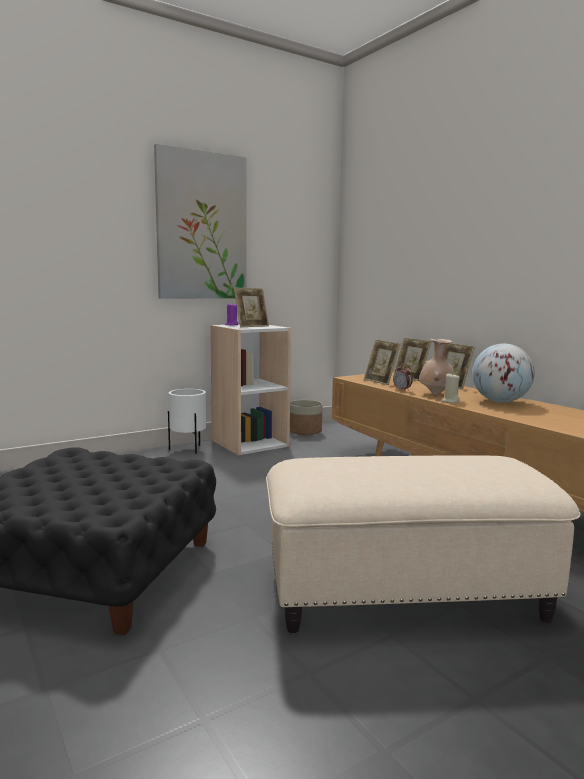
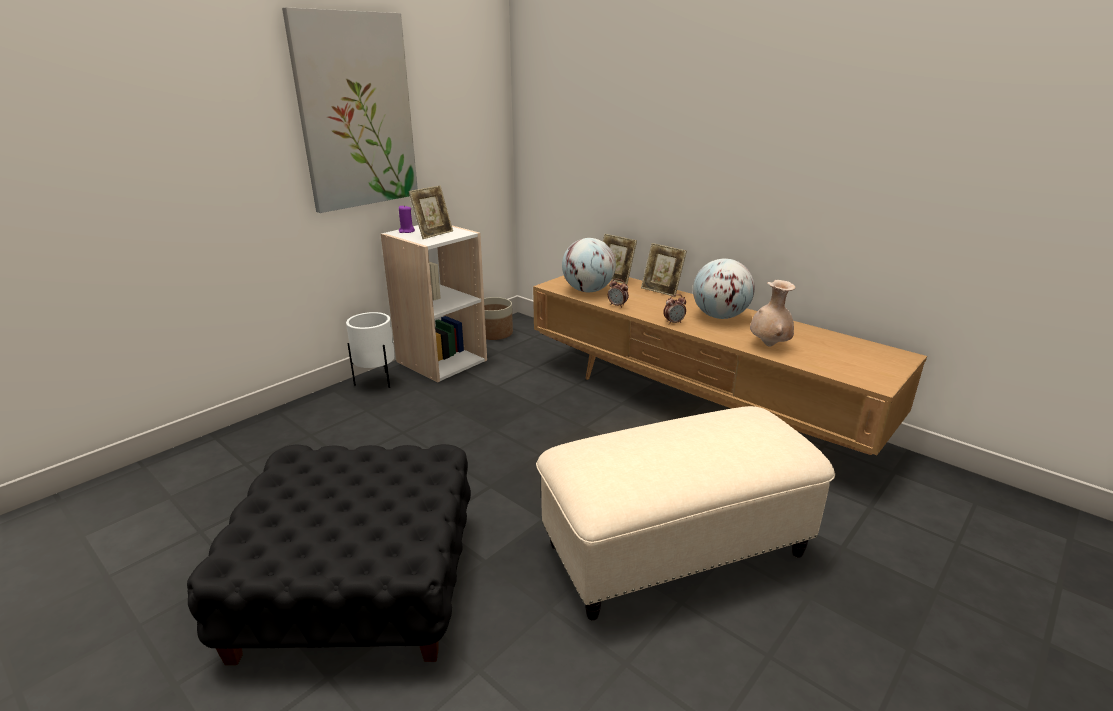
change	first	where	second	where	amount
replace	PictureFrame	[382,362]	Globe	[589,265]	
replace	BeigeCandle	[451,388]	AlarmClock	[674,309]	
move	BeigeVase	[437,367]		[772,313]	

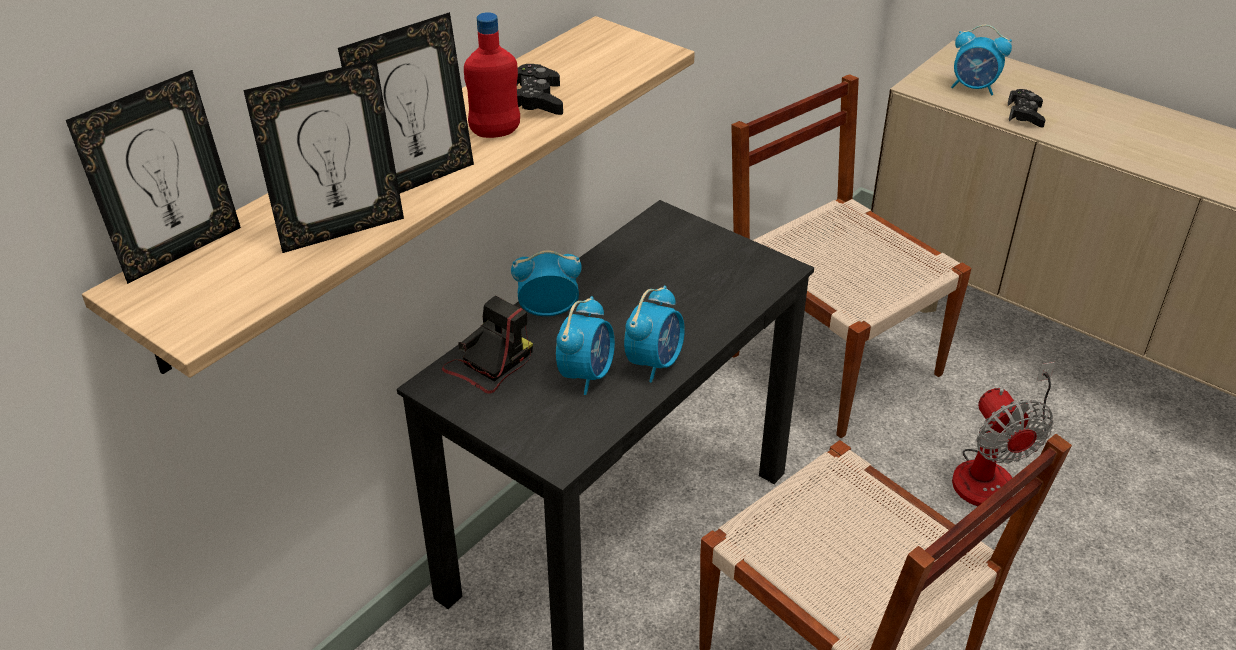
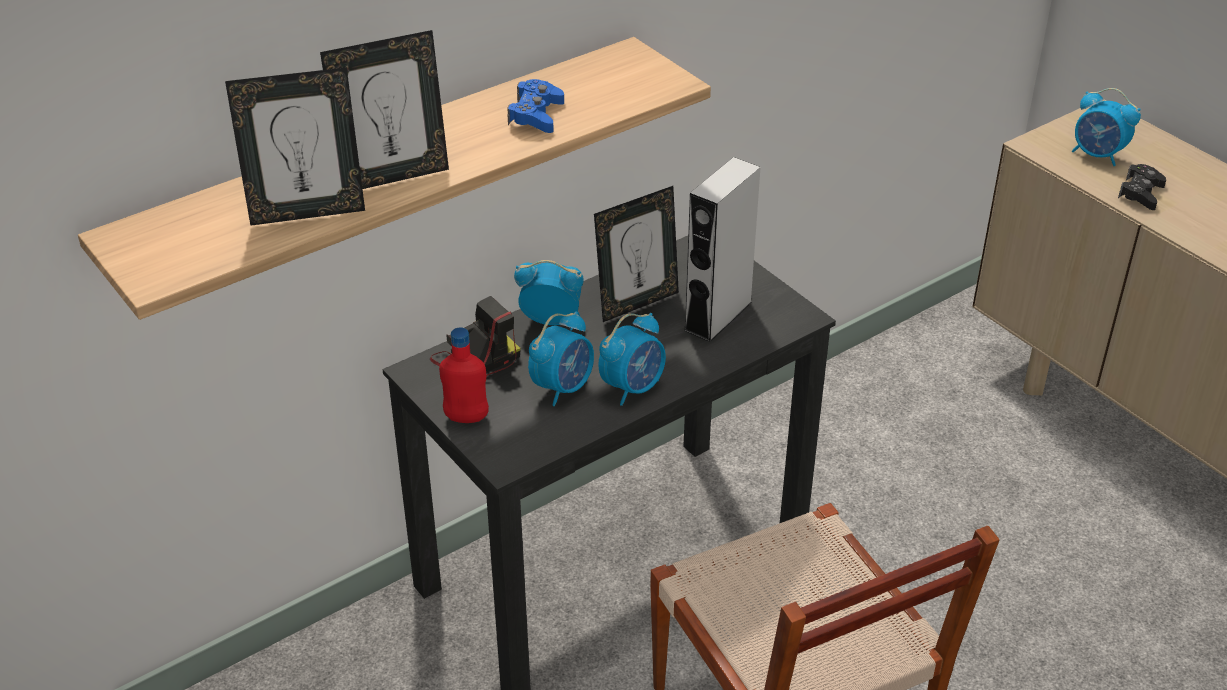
change	first	where	second	where	amount
move	RedBottle	[492,75]		[464,375]	
recolor	BlackGameController	[540,89]	BlueGameController	[536,106]	
move	PictureFrame	[153,177]		[636,254]	
insert			GreySpeaker	[722,249]	
delete	Chair	[851,256]			
delete	Fan	[1003,434]			

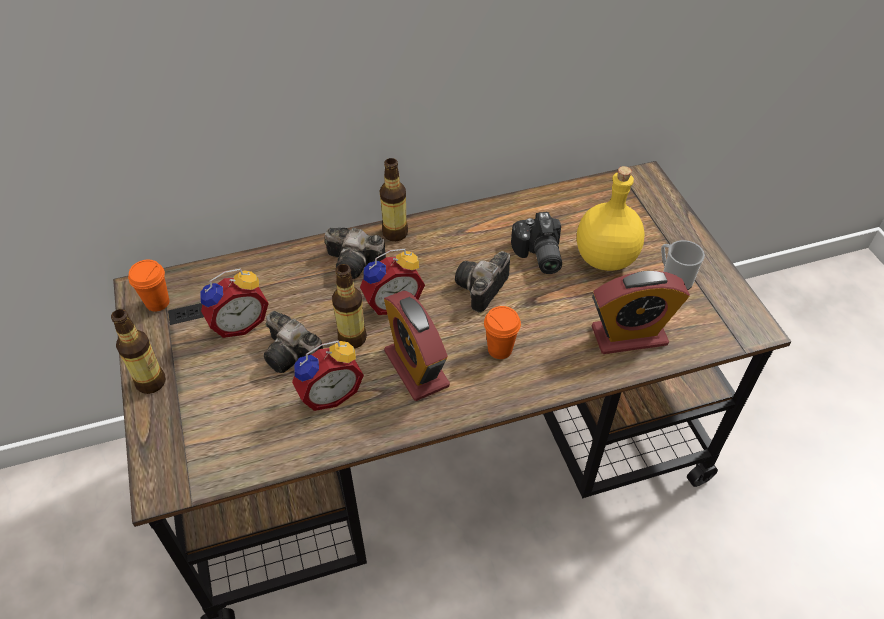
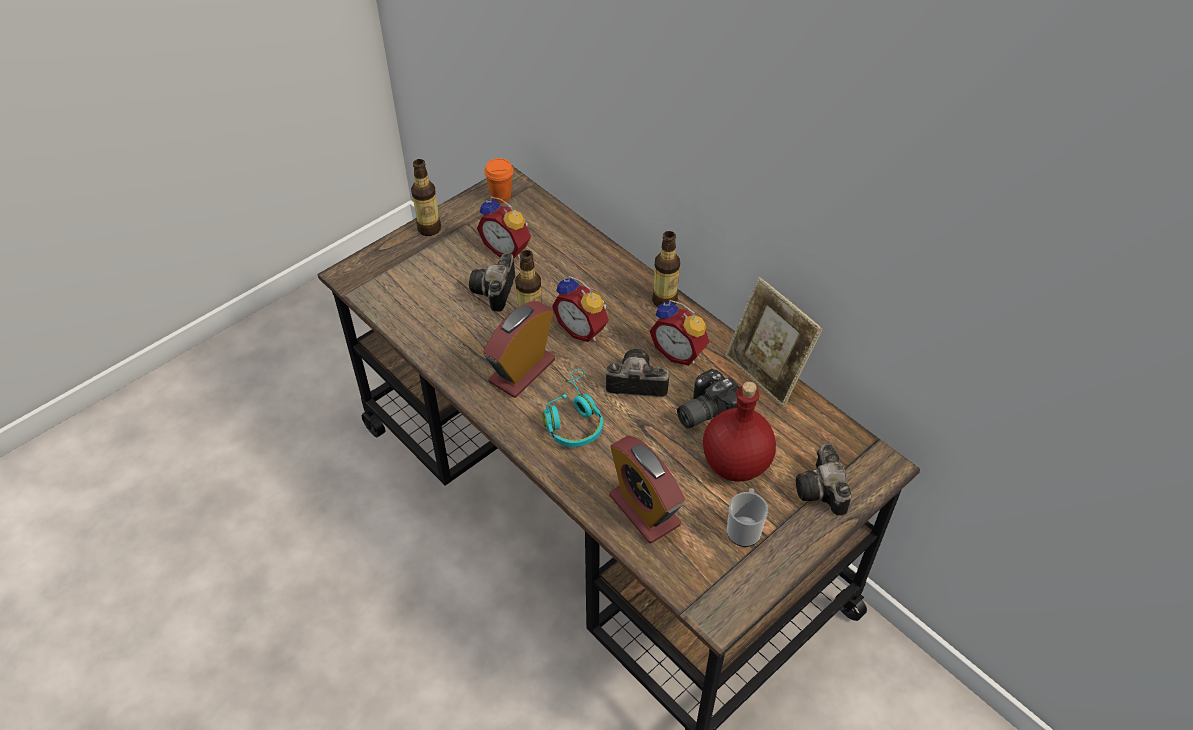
change	first	where	second	where	amount
replace	OrangeCup	[502,332]	TurquoiseHeadphones	[572,408]	
move	AlarmClock	[328,376]		[680,333]	
recolor	YellowBottle	[611,218]	RedBottle	[739,431]	
insert			PictureFrame	[774,342]	
move	PhotoCamera	[355,253]		[823,480]	

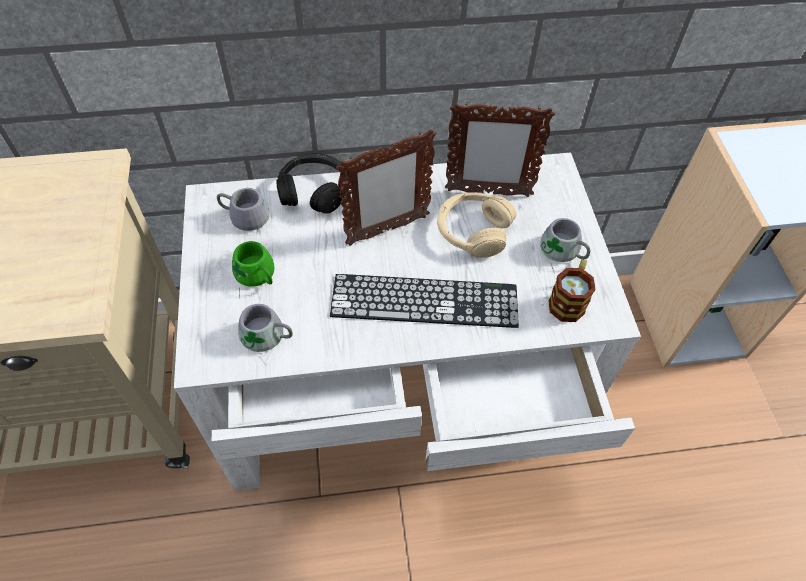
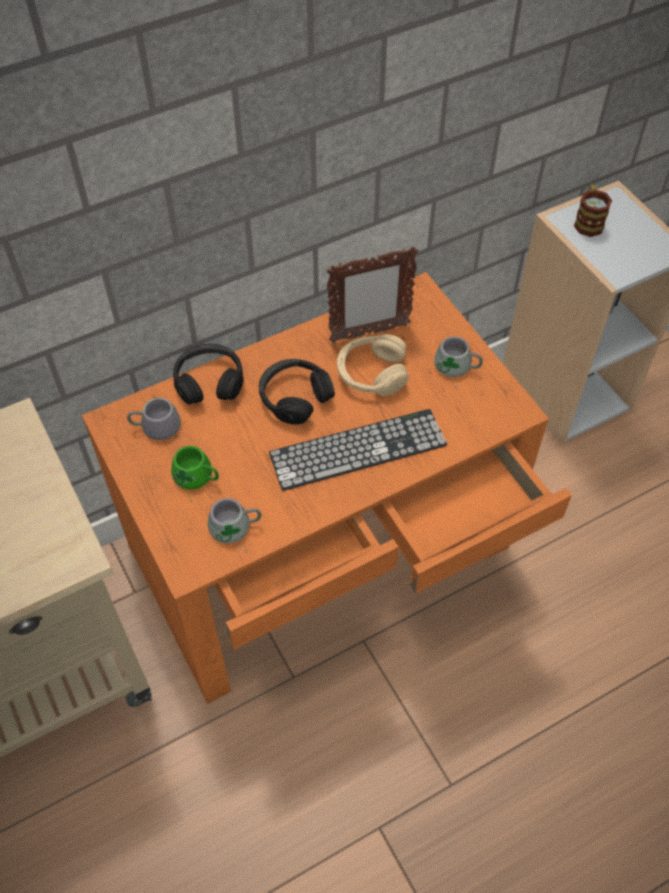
change	first	where	second	where	amount
recolor	WhiteDesk	[407,322]	OrangeDesk	[327,488]	
replace	PictureFrame	[386,187]	BlackHeadphones	[297,392]	
move	Mug	[572,290]		[593,210]	

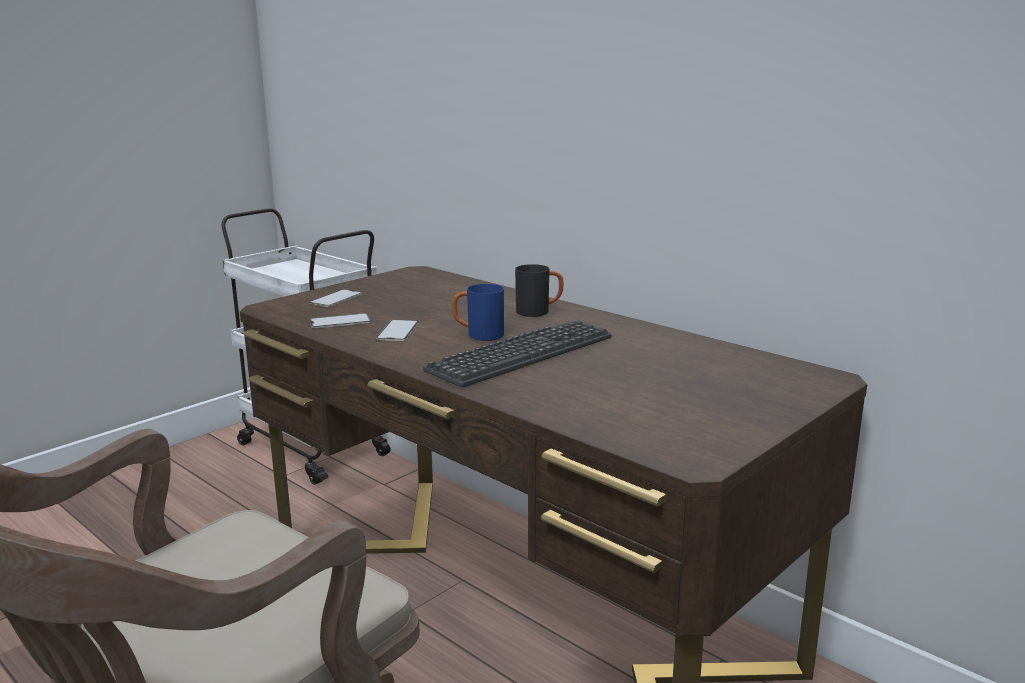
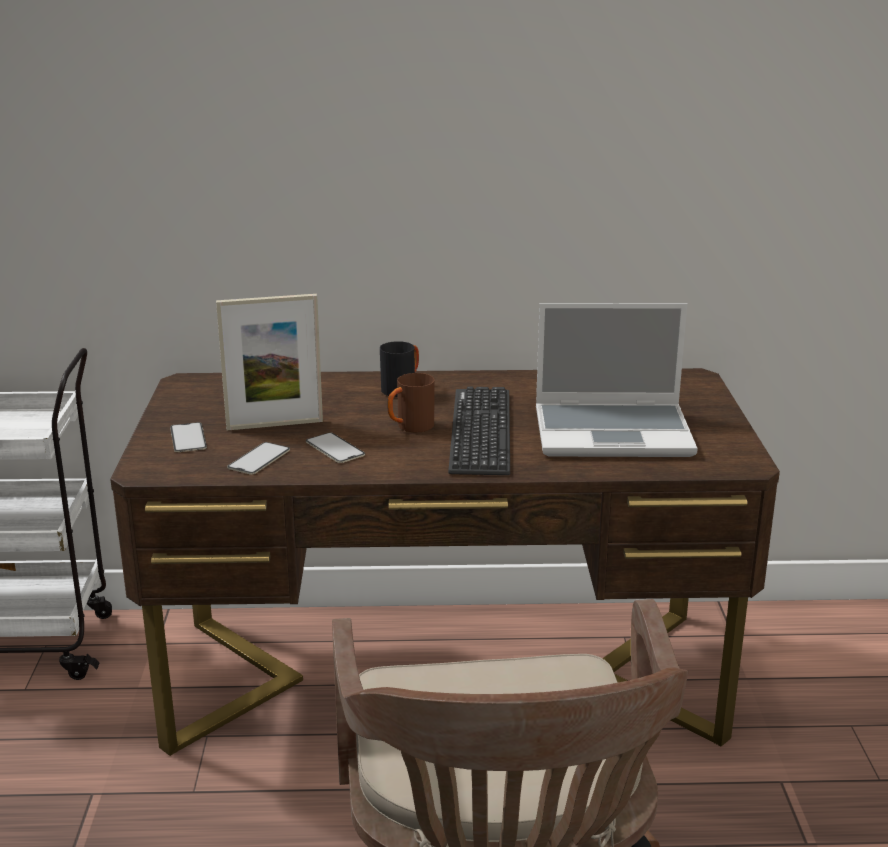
change	first	where	second	where	amount
insert			PictureFrame	[269,362]	
recolor	BlueMug	[478,312]	BrownMug	[411,402]	
insert			Laptop	[617,380]	

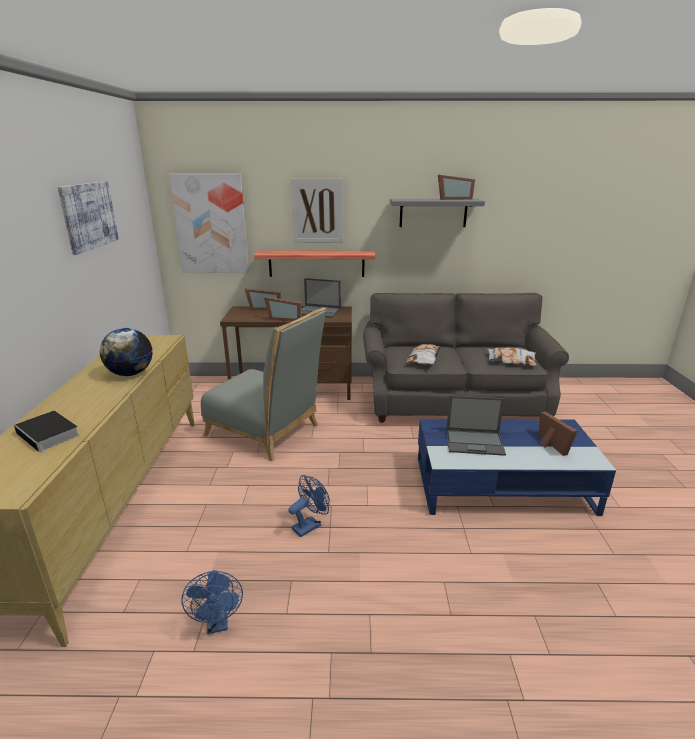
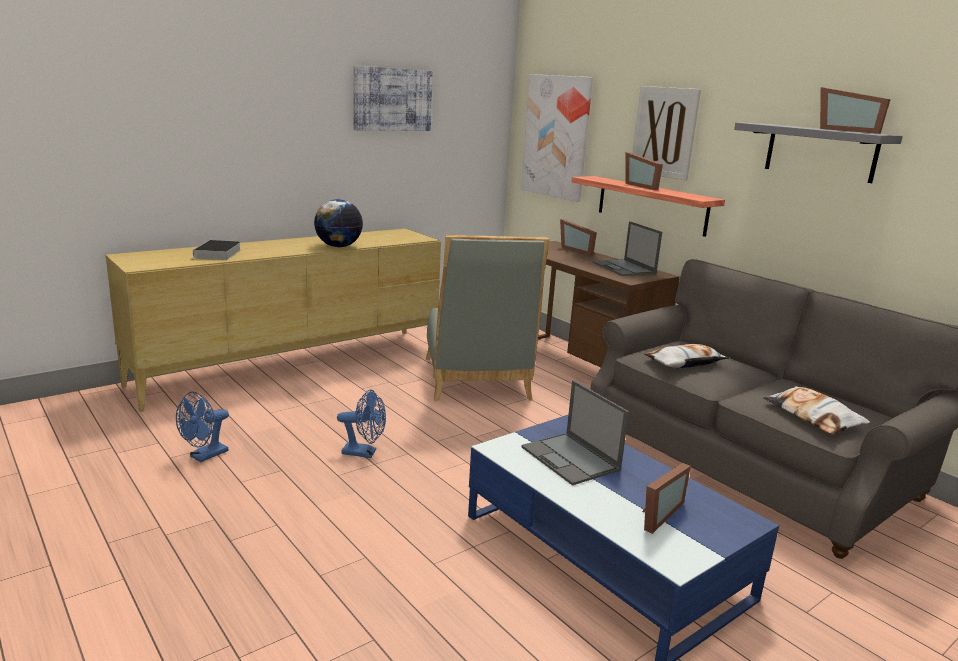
change	first	where	second	where	amount
move	PictureFrame	[282,308]		[644,171]	

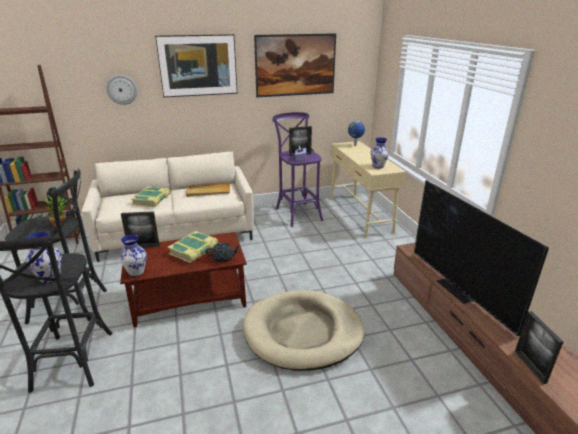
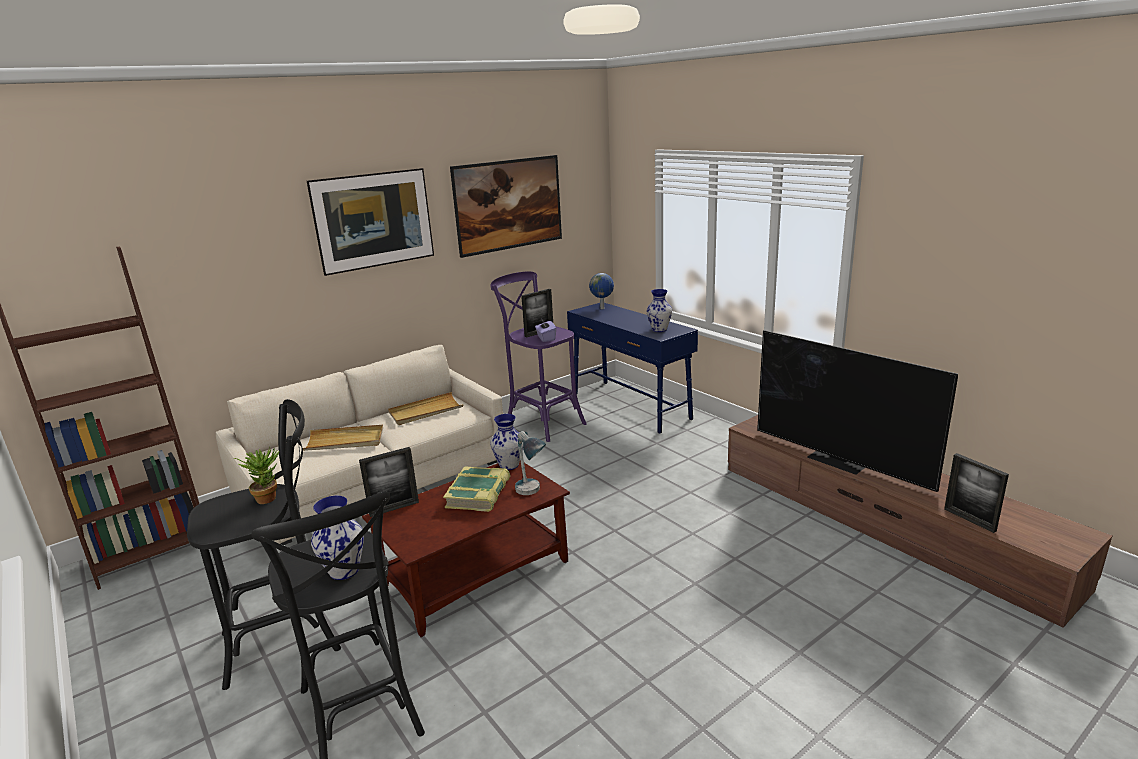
change	first	where	second	where	amount
replace	Book	[151,197]	BeigeTray	[343,438]	
move	Vase	[133,255]		[506,442]	
replace	BlackTeapot	[222,252]	TableLamp	[530,463]	
recolor	BeigeConsoleTable	[367,189]	BlueConsoleTable	[632,368]	
delete	WallClock	[122,90]			
delete	BeigeDogBed	[303,330]			

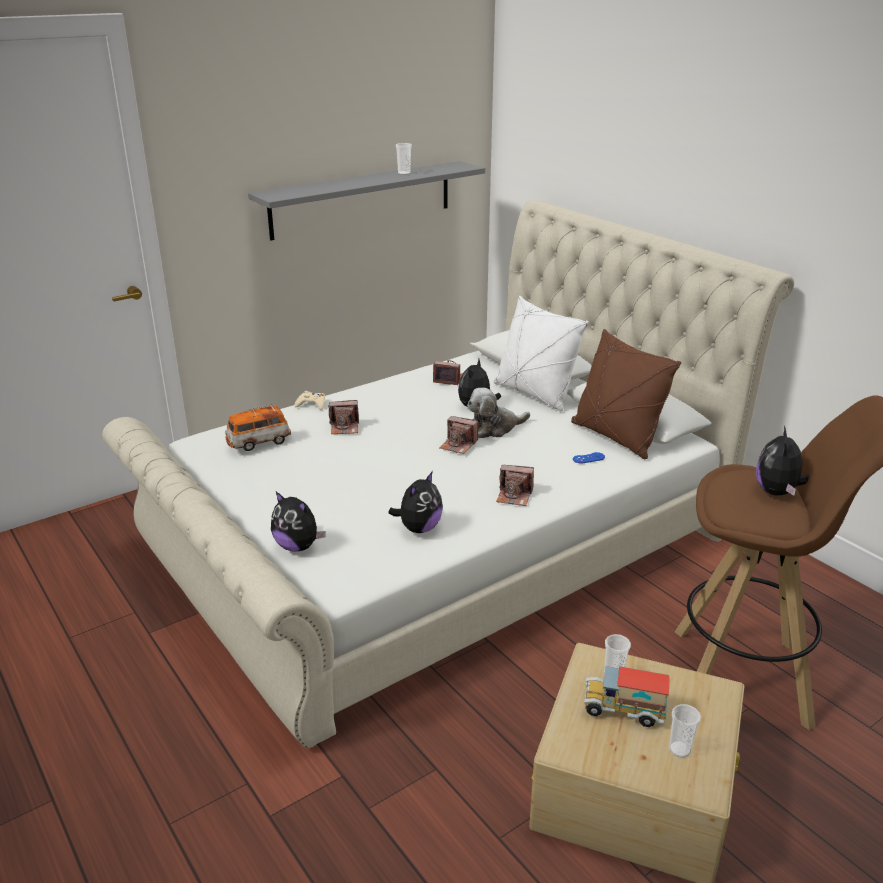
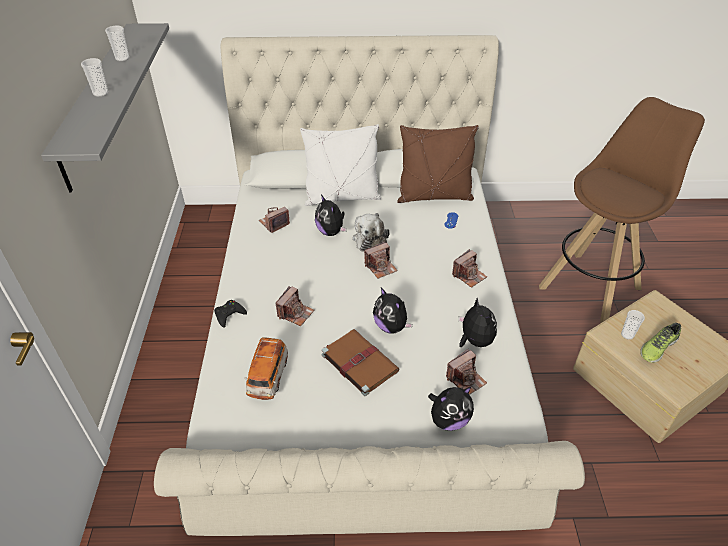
change	first	where	second	where	amount
move	Cup	[685,731]		[94,77]	
recolor	BeigeGameController	[310,400]	BlackGameController	[230,314]	
insert			BrownBook	[360,362]	
move	PlushToy	[782,460]		[393,310]	
insert			PhotoCamera	[466,372]	
replace	ToyTruck	[626,696]	Shoe	[660,343]	

